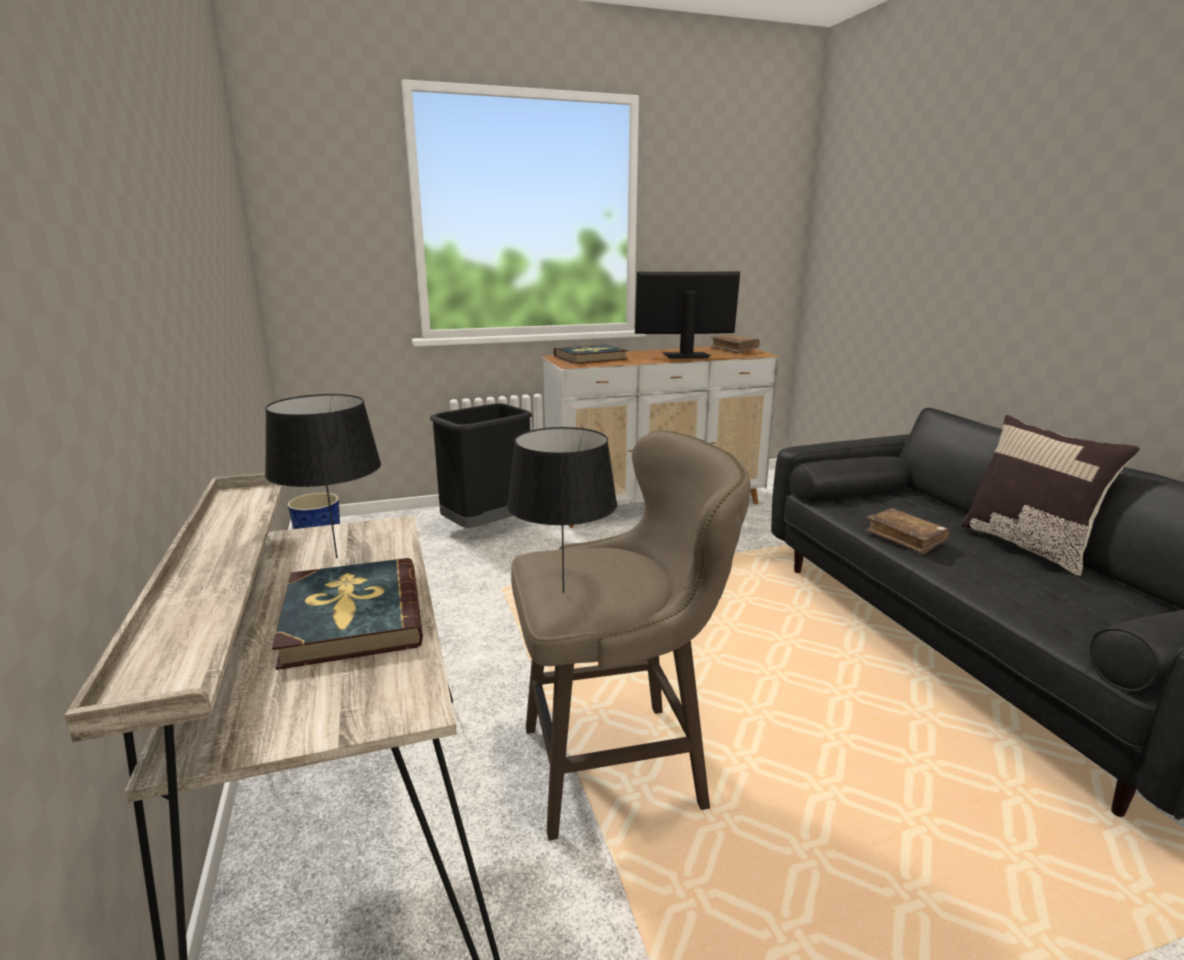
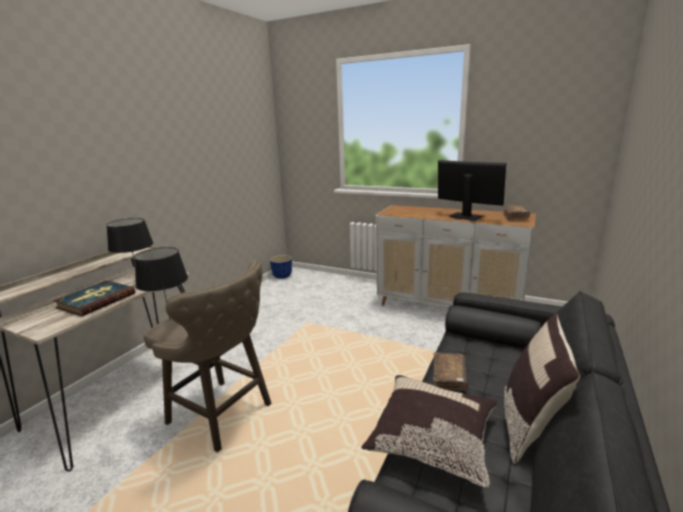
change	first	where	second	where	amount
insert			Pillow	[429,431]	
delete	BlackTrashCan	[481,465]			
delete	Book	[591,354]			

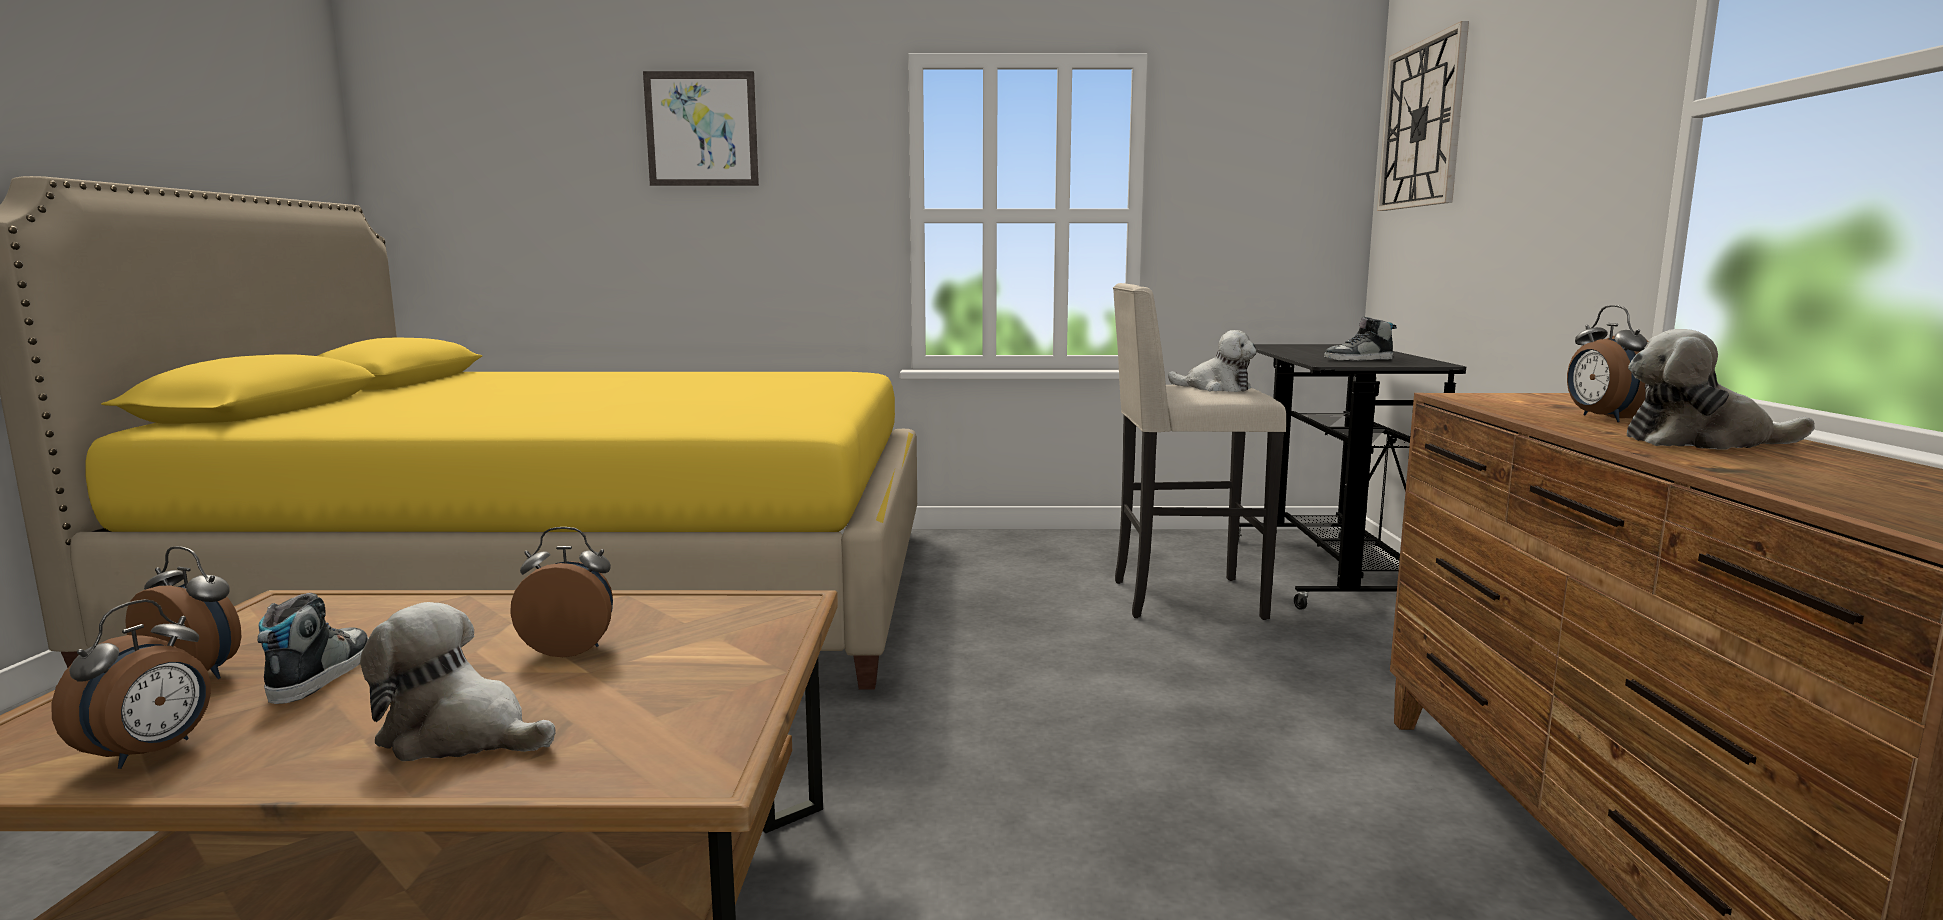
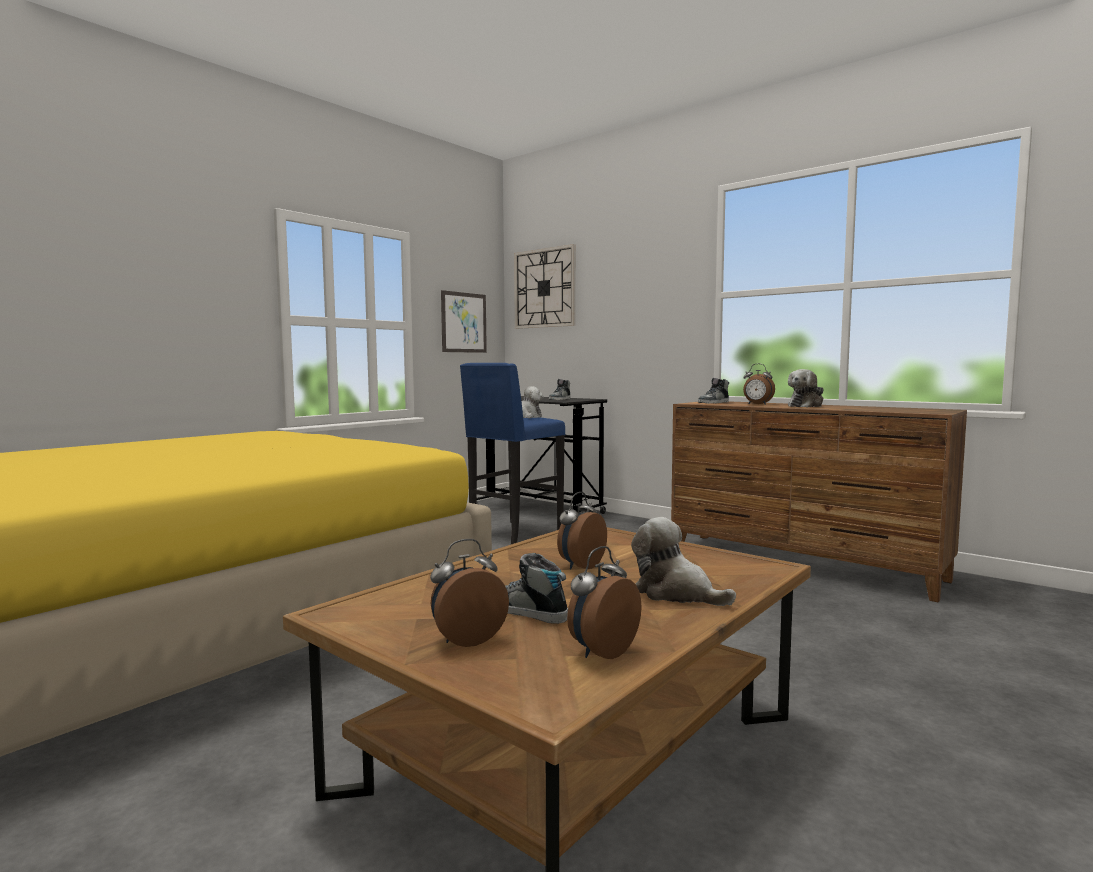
change	first	where	second	where	amount
move	Picture	[701,128]		[464,321]	
recolor	BeigeStool	[1199,451]	BlueStool	[512,453]	
rotate	AlarmClock	[131,684]		[604,602]	105 degrees counterclockwise
rotate	PlushToy	[458,681]		[683,561]	75 degrees clockwise
insert			Shoe	[713,391]	

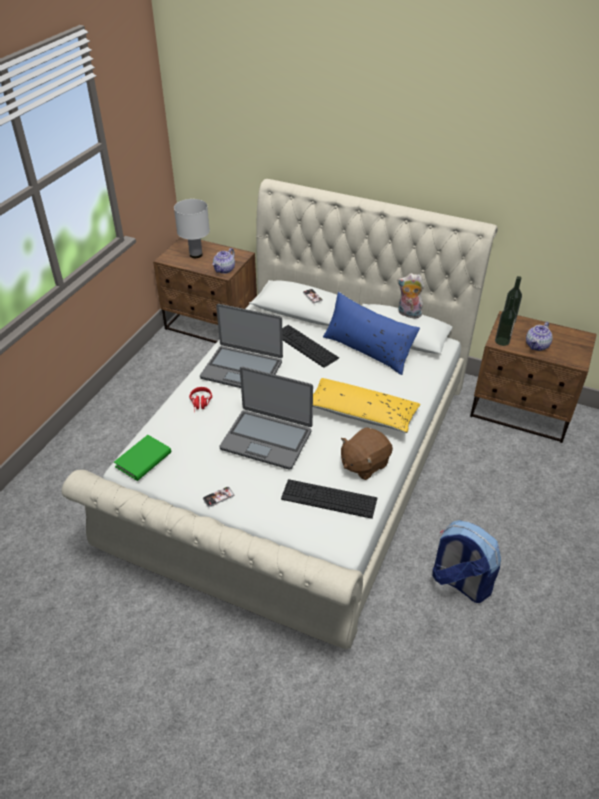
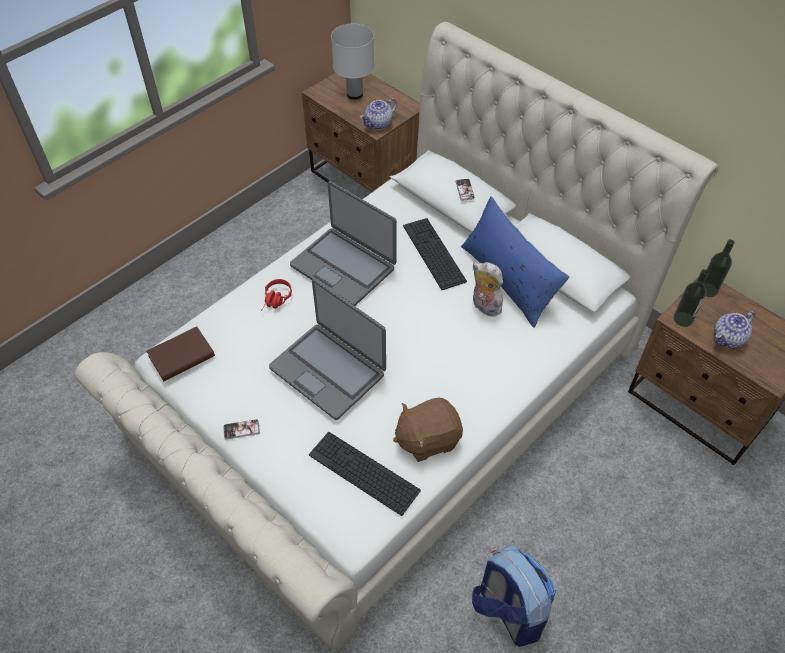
change	first	where	second	where	amount
recolor	GreenBook	[142,458]	BrownBook	[180,353]	
move	PlushToy	[410,295]		[489,289]	
delete	YellowPillow	[366,405]			

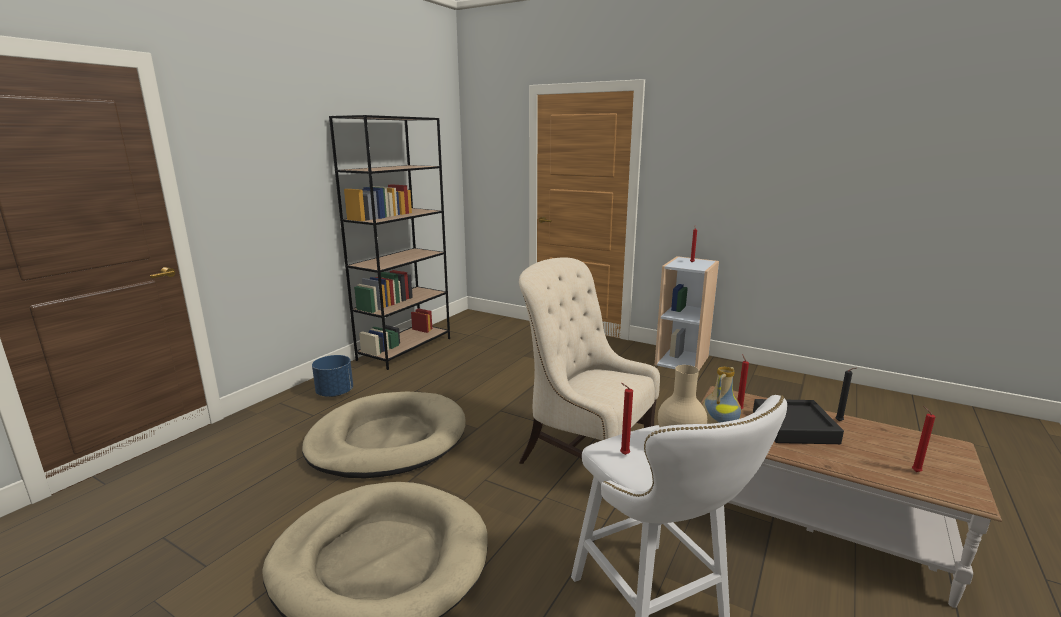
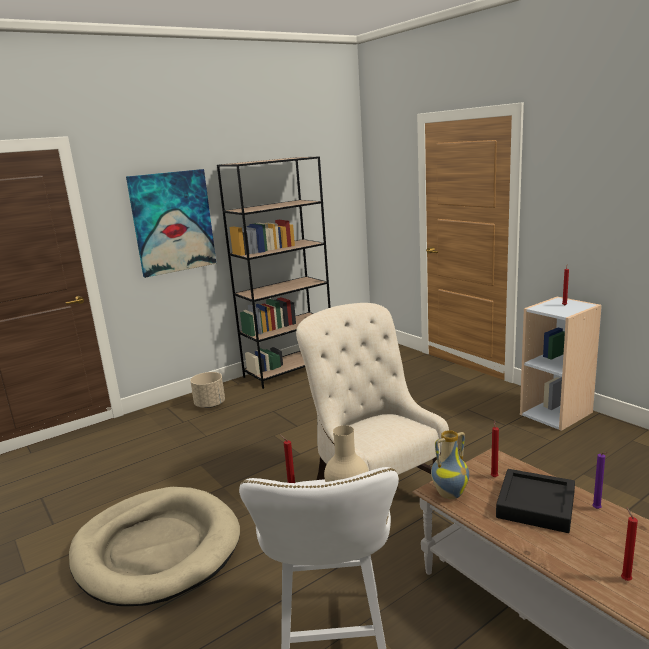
change	first	where	second	where	amount
insert			Picture	[171,223]	
recolor	BluePlanter	[332,376]	BeigePlanter	[207,390]	
recolor	BlackCandle	[846,394]	PurpleCandle	[600,480]	
delete	BeigeDogBed	[384,435]			

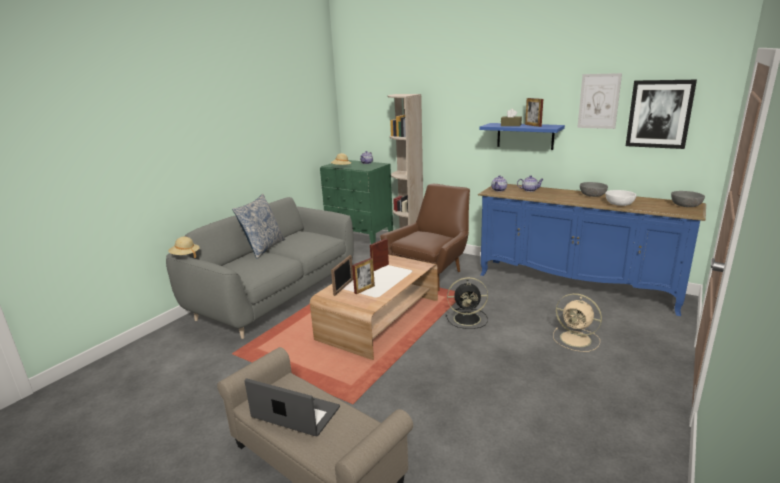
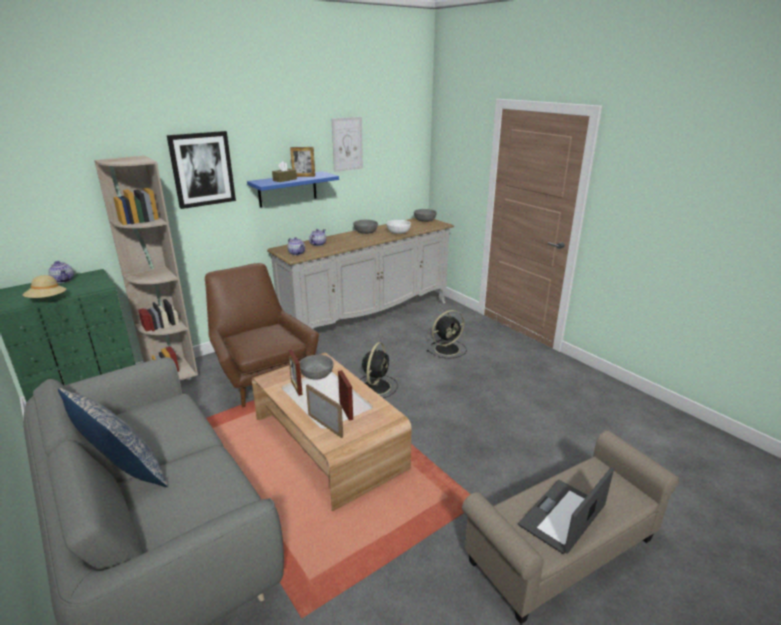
change	first	where	second	where	amount
move	Picture	[661,114]		[201,170]	
recolor	BlueCabinet	[592,250]	GreyCabinet	[361,273]	
insert			GreyBowl	[316,367]	
recolor	BeigeFan	[577,322]	BlackFan	[447,334]	
delete	BeigeHat	[184,247]			

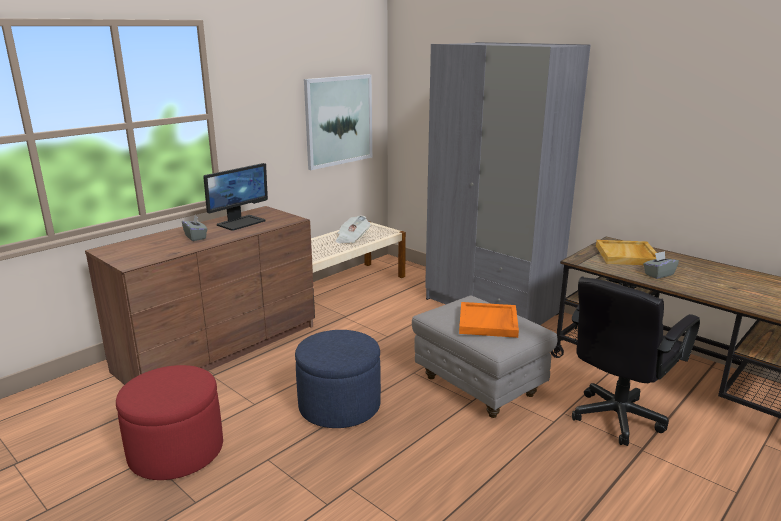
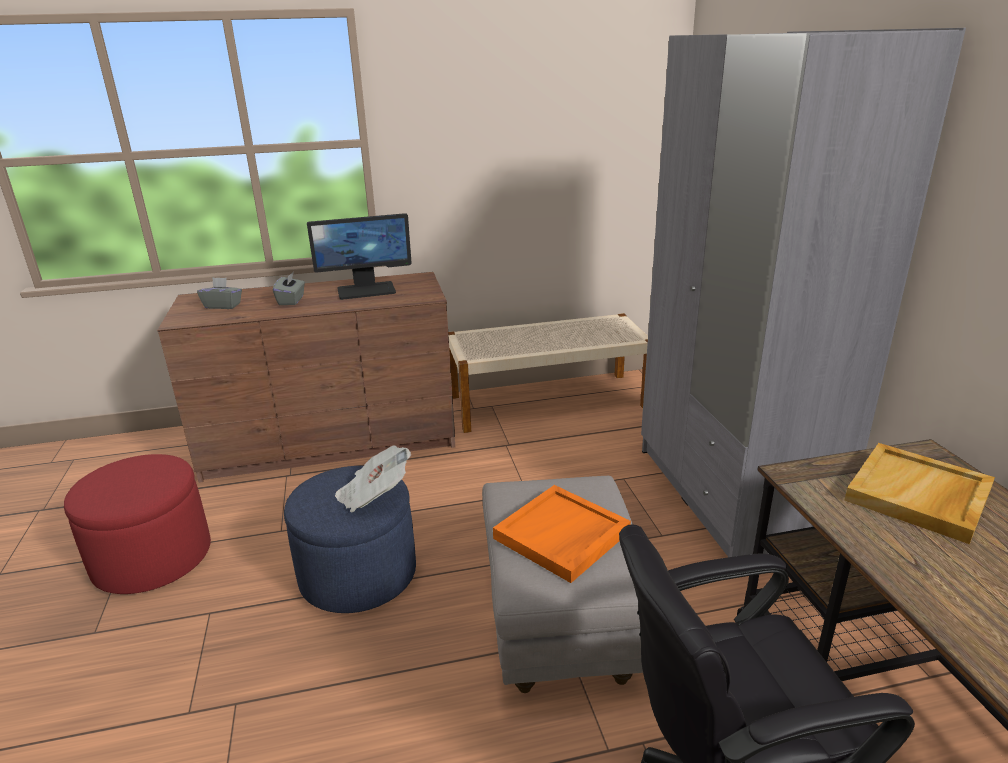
change	first	where	second	where	amount
move	GreyTissueBox	[661,265]		[219,293]	
move	Newspaper	[352,229]		[373,478]	
delete	Picture	[338,122]			

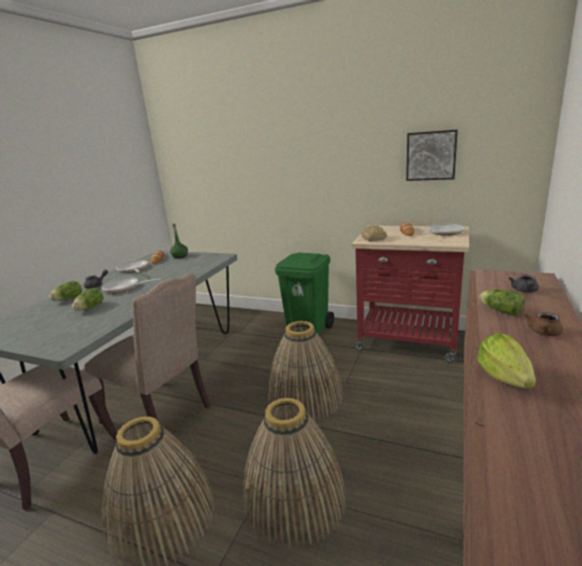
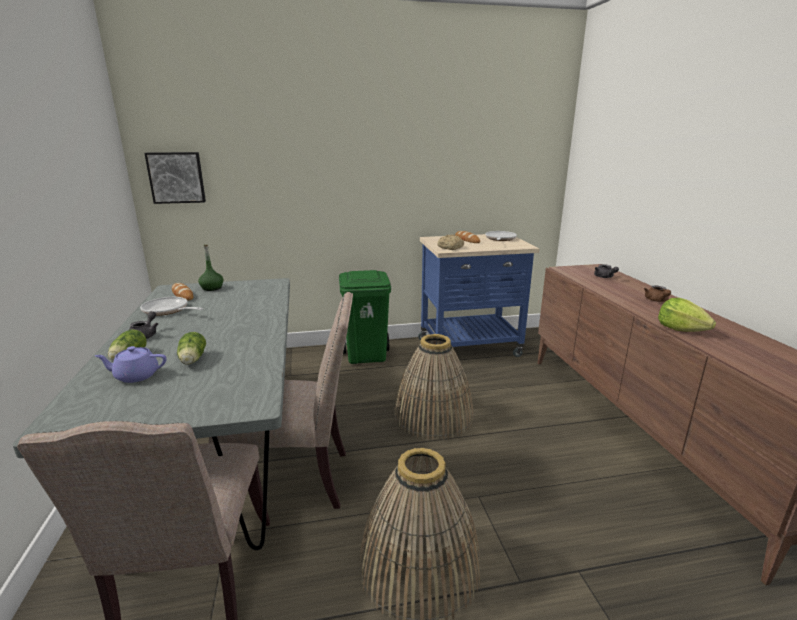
change	first	where	second	where	amount
insert			PurpleTeapot	[130,364]	
move	Picture	[432,155]		[175,178]	
recolor	RedCart	[410,294]	BlueCart	[478,295]	
delete	FryingPan	[131,285]			
delete	Basket	[294,473]			
delete	Lettuce	[502,302]			

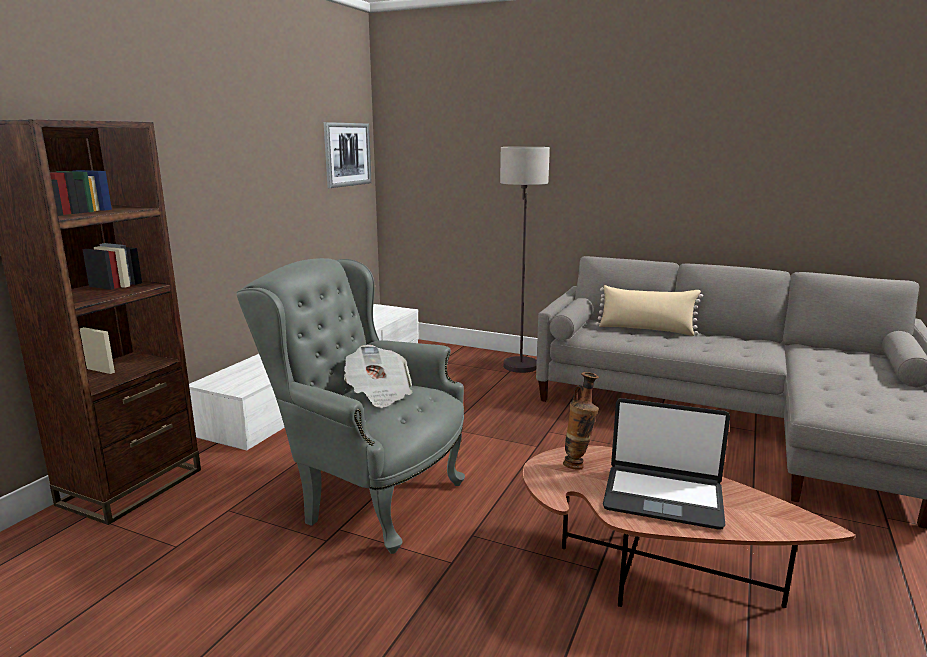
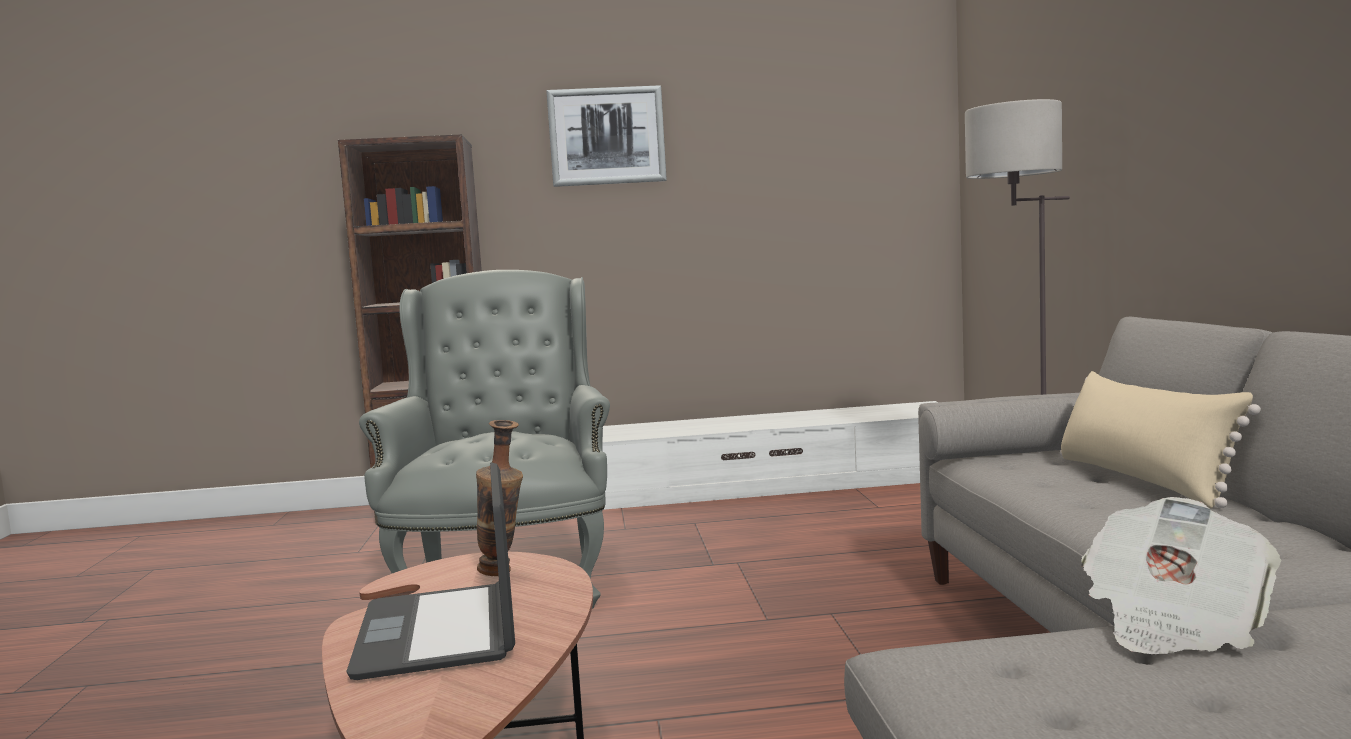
change	first	where	second	where	amount
move	Picture	[348,155]		[606,136]	
move	Newspaper	[378,376]		[1181,575]	

